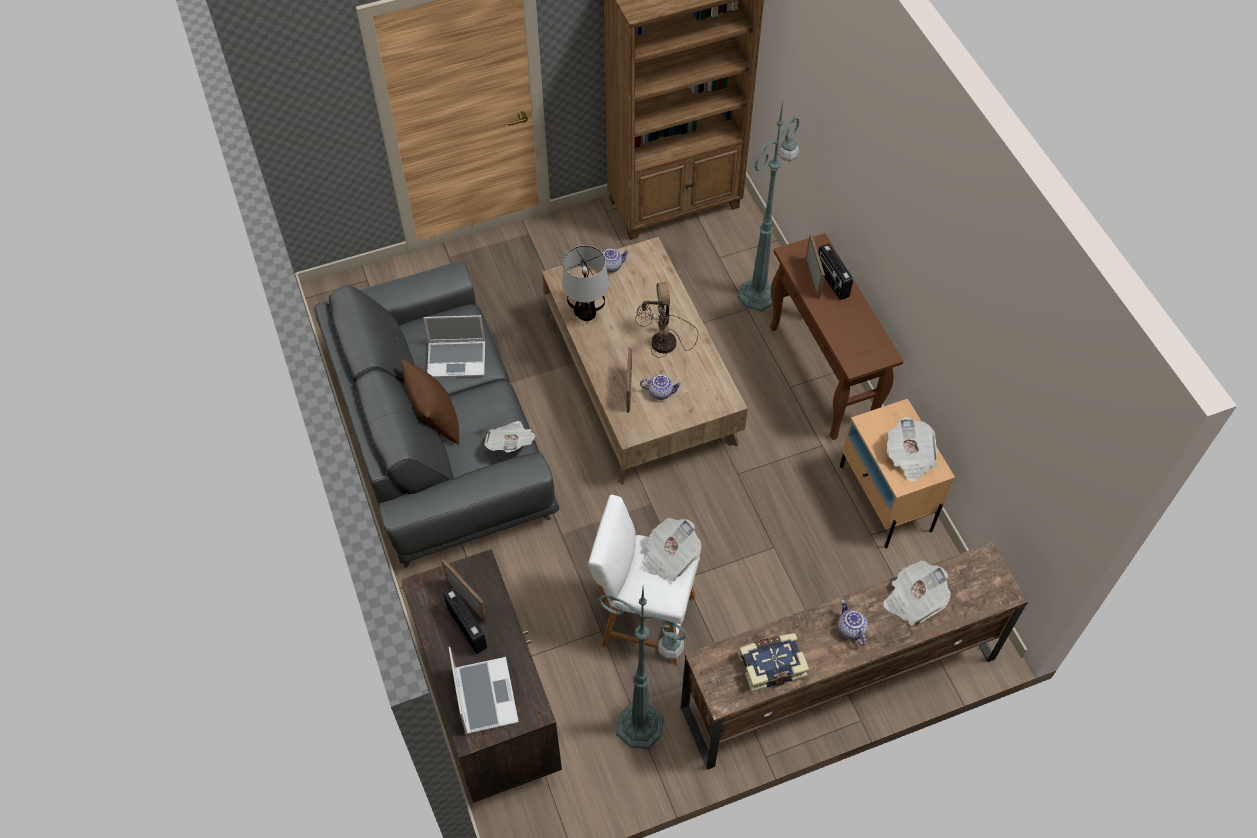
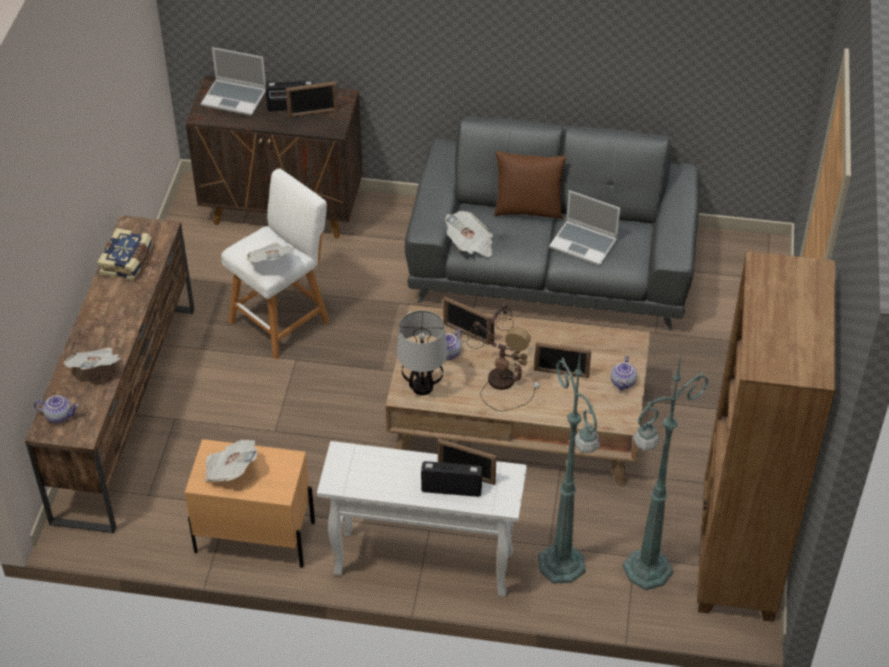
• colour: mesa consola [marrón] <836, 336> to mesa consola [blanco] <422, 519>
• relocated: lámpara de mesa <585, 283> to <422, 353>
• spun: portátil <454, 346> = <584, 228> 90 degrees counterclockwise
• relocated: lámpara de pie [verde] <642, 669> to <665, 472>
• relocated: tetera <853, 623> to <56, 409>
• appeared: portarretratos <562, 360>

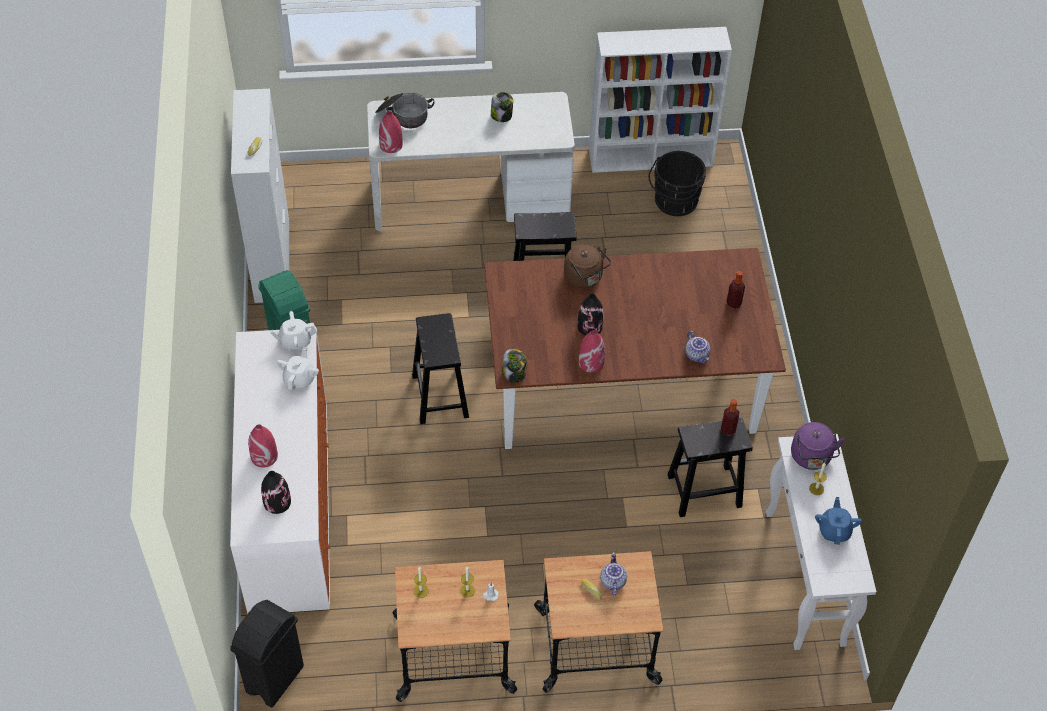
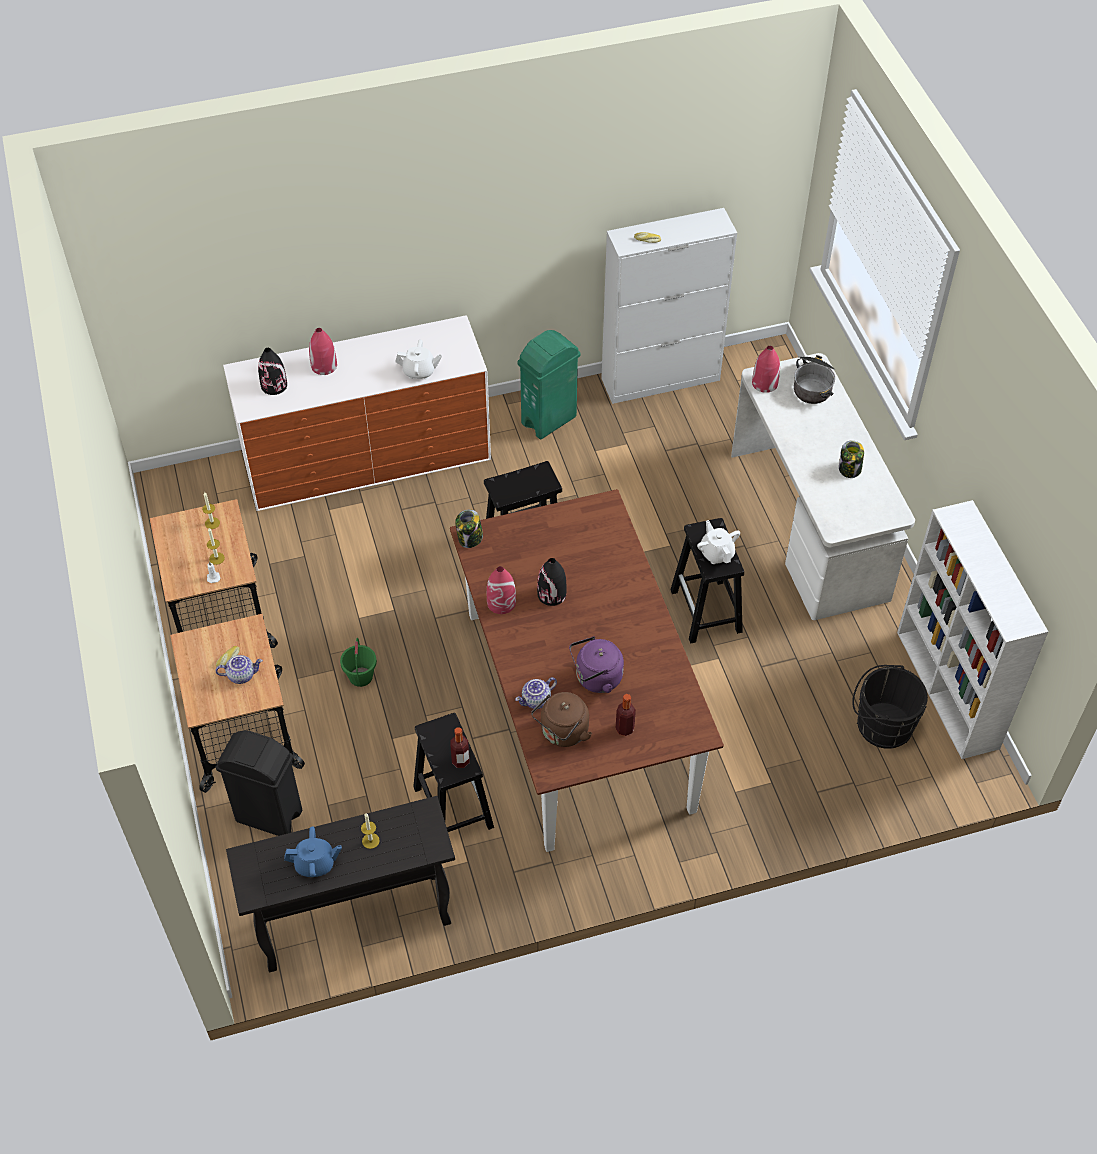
• relocated: hervidor [marrón] <587, 266> to <561, 719>
• relocated: tetera [blanco] <293, 331> to <718, 542>
• relocated: hervidor [morado] <818, 446> to <596, 664>
• colour: mesa consola [blanco] <821, 542> to mesa consola [negro] <340, 884>
• relocated: papelera [negro] <267, 654> to <259, 783>
• appeared: cubo [verde] <358, 662>

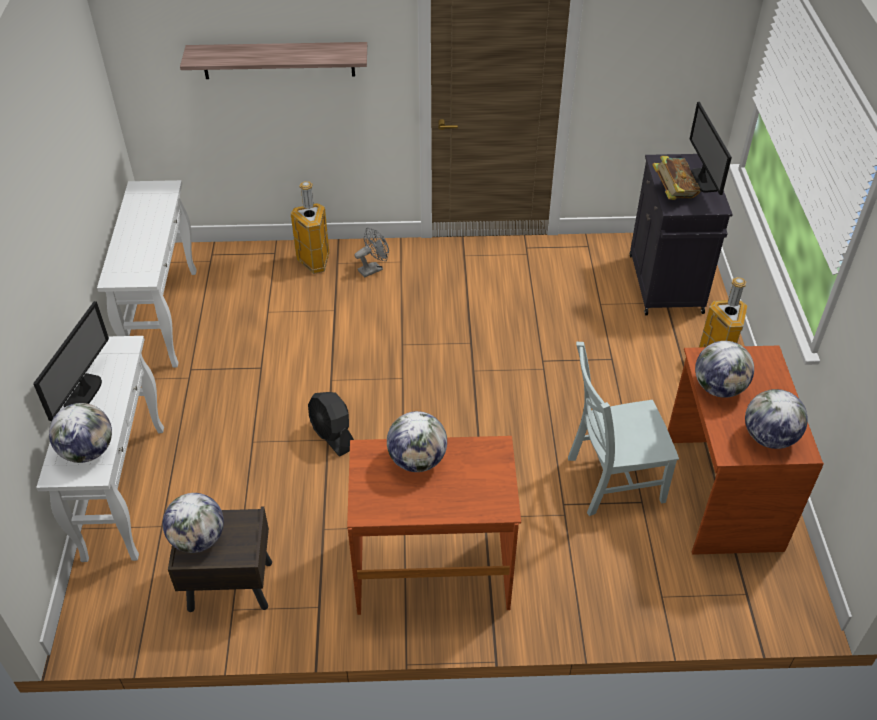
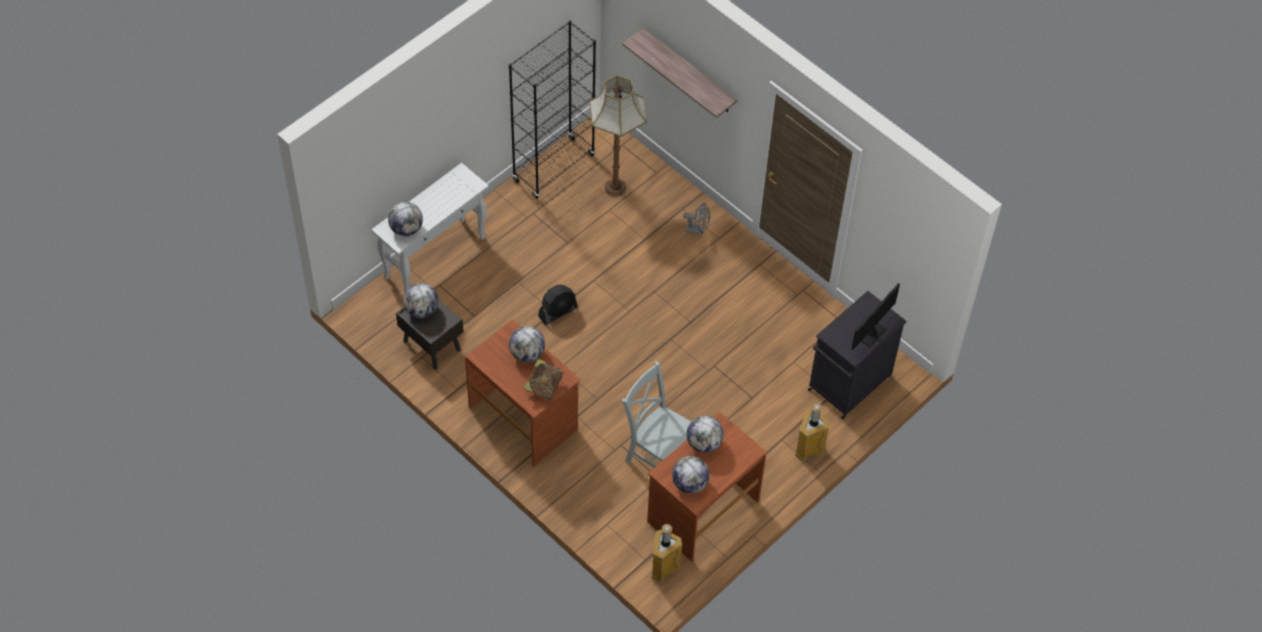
• relocated: libro <676, 178> to <543, 379>
• exchanged: mesa consola [blanco] <147, 274> to estantería [negro] <552, 109>
• relocated: papelera <309, 227> to <666, 553>
• missing: monitor <71, 361>
• spun: ventilador [negro] <331, 424> = <558, 305> 135 degrees counterclockwise
• appeared: lámpara de pie <618, 136>

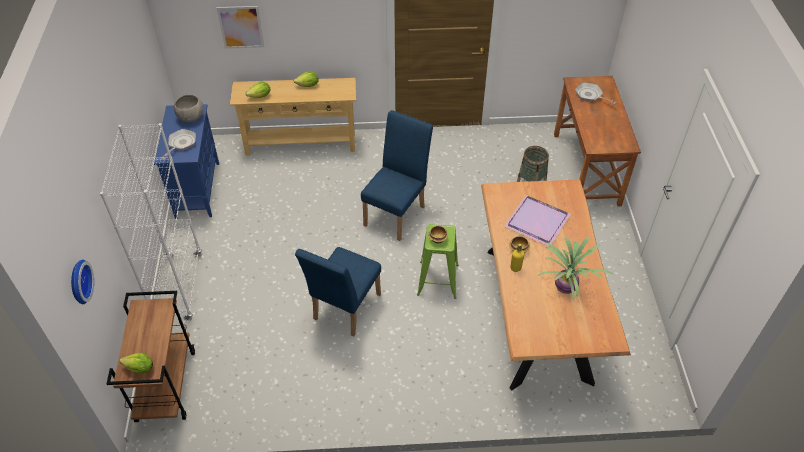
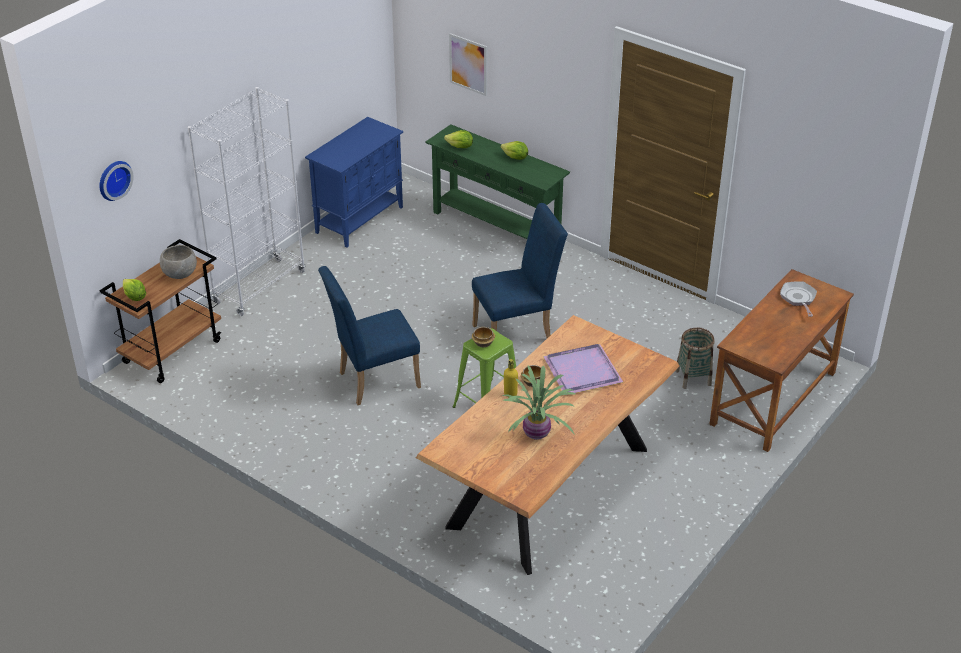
• colour: mesa consola [beis] <293, 117> to mesa consola [verde] <498, 181>
• relocated: cuenco [gris] <188, 108> to <178, 262>
• missing: sartén <178, 144>

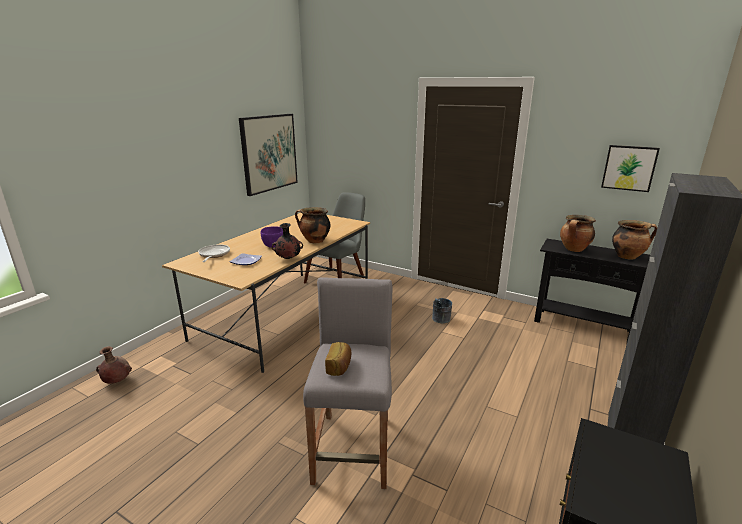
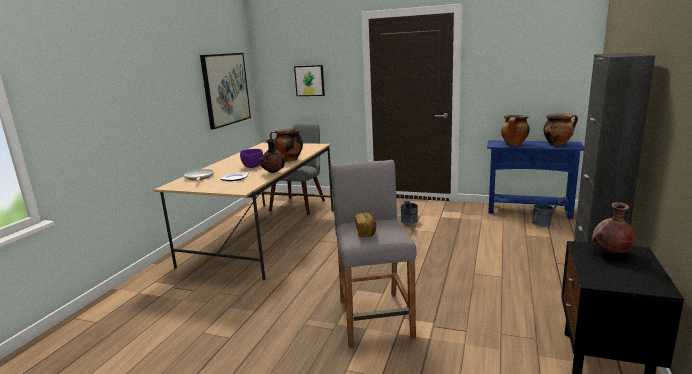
• relocated: cuadro <630, 168> to <309, 80>
• colour: mesa consola [negro] <592, 290> to mesa consola [azul] <535, 179>
• relocated: florero [marrón] <114, 365> to <613, 228>
• appeared: cubo [gris] <549, 211>

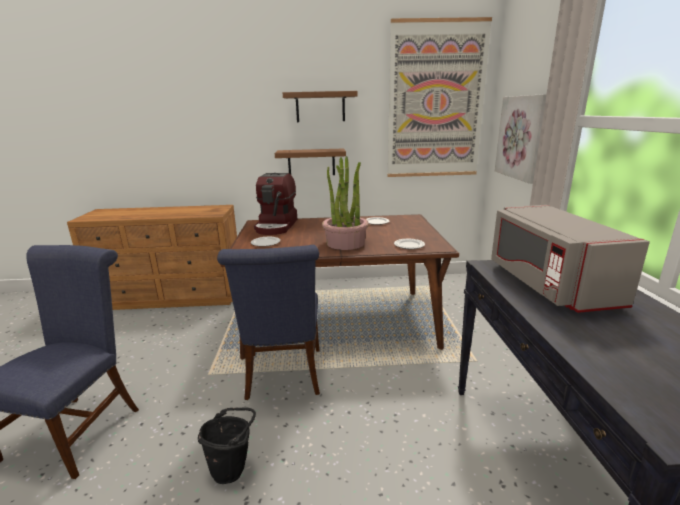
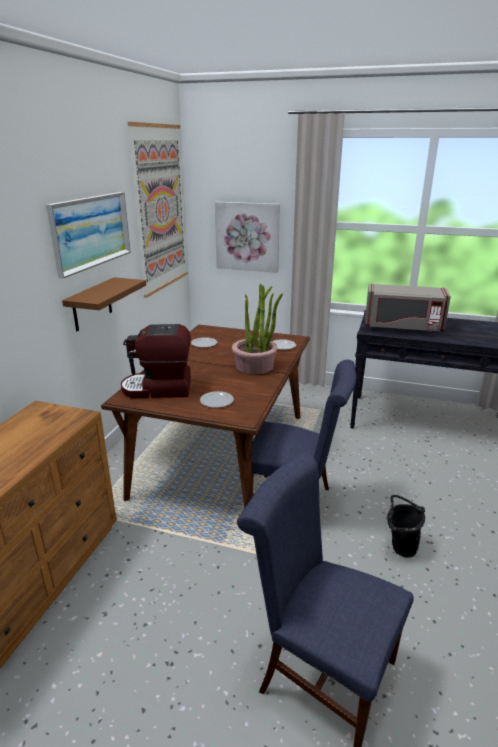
• exchanged: estante [marrón] <320, 106> to cuadro <88, 235>
• spun: cafetera <275, 204> = <156, 361> 150 degrees clockwise

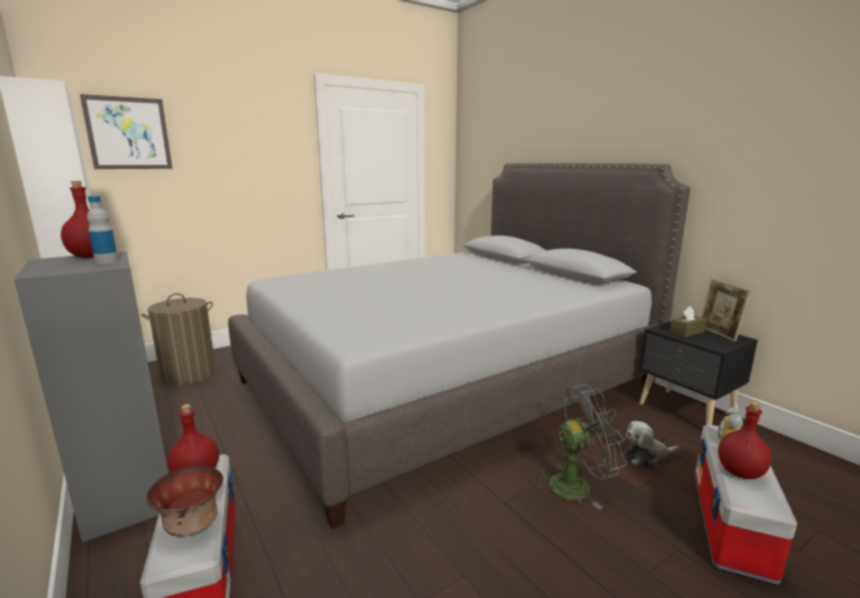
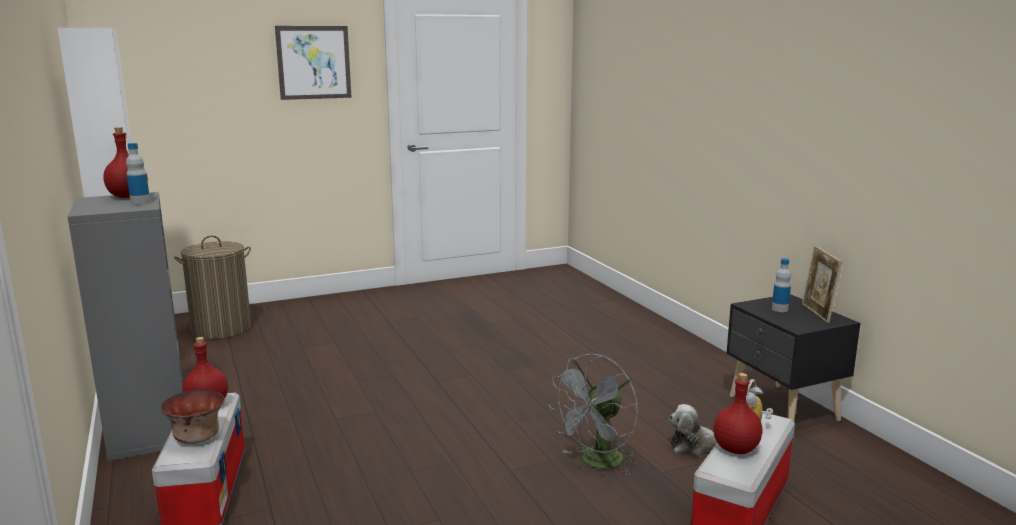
• relocated: cuadro <126, 131> to <313, 63>
• missing: cama [gris] <459, 346>
• exchanged: caja de pañuelos [marrón] <688, 321> to botella <781, 285>
• spun: ventilador [gris] <581, 447> = <593, 414> 135 degrees clockwise

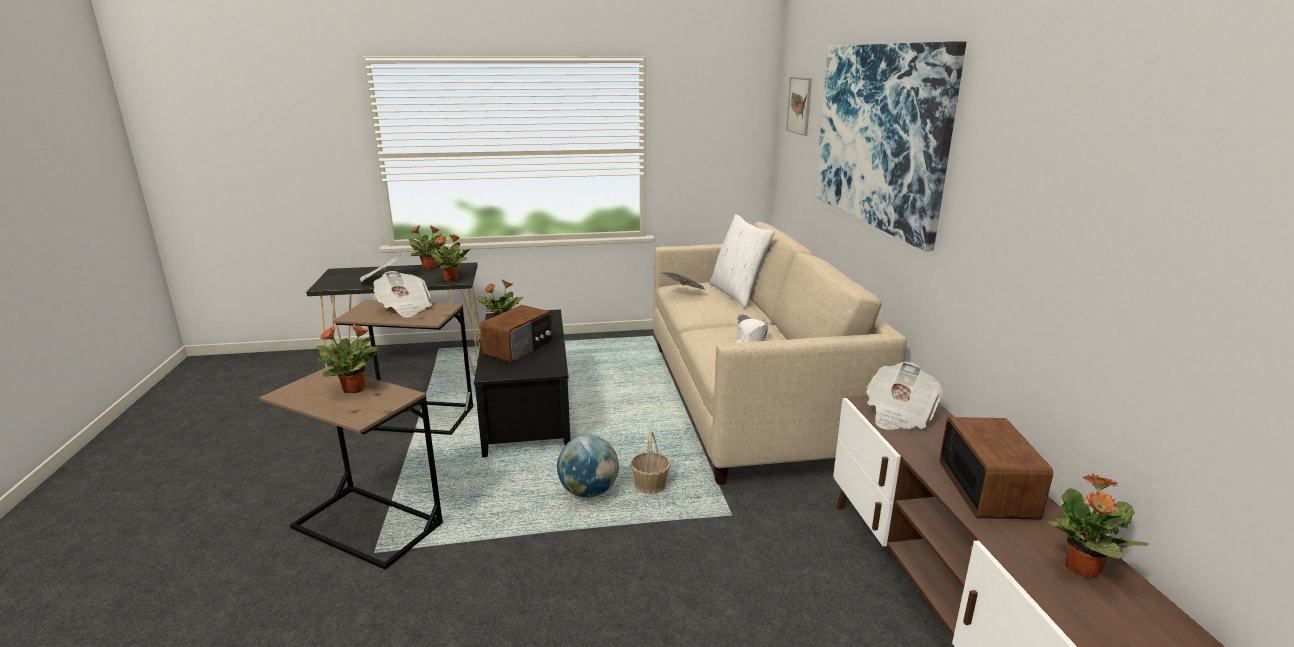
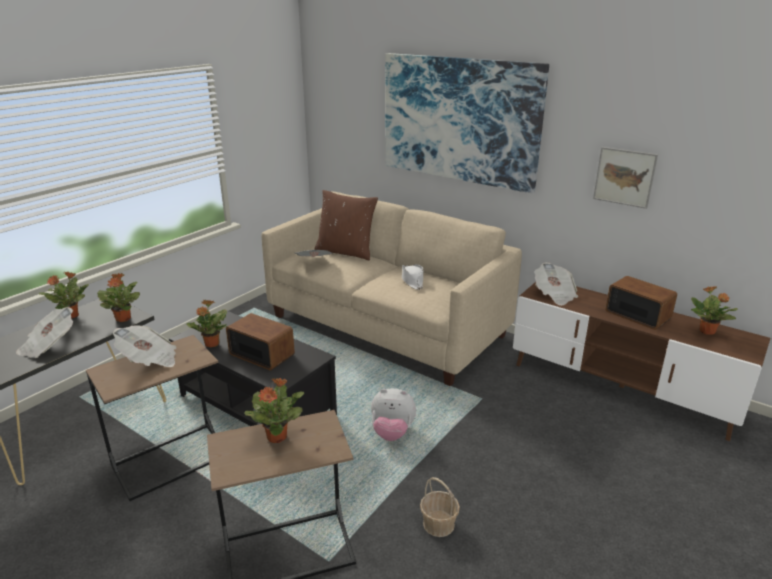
• relocated: cuadro <799, 106> to <625, 178>
• colour: cojín [blanco] <742, 261> to cojín [marrón] <346, 225>
• spun: radio <516, 334> = <260, 341> 45 degrees counterclockwise
• relocated: cesta <650, 462> to <440, 507>
• exchanged: globo terráqueo <588, 466> to peluche <393, 414>

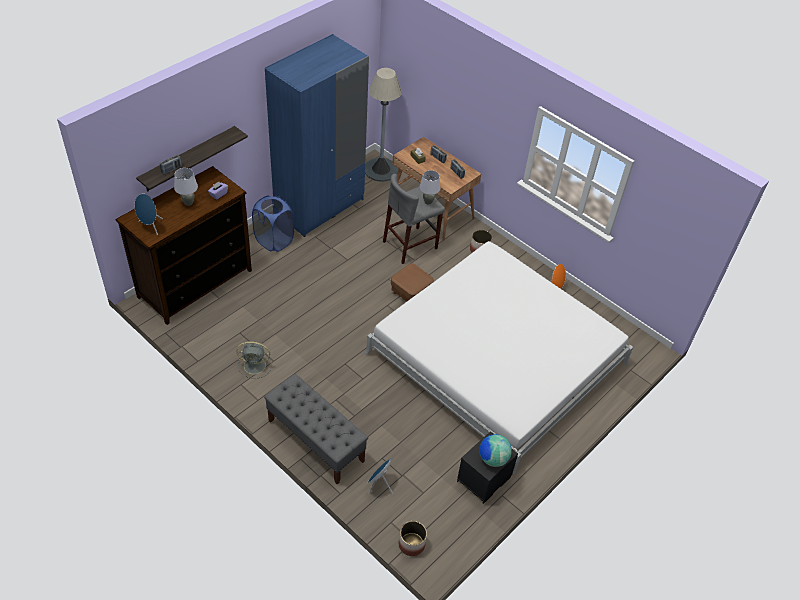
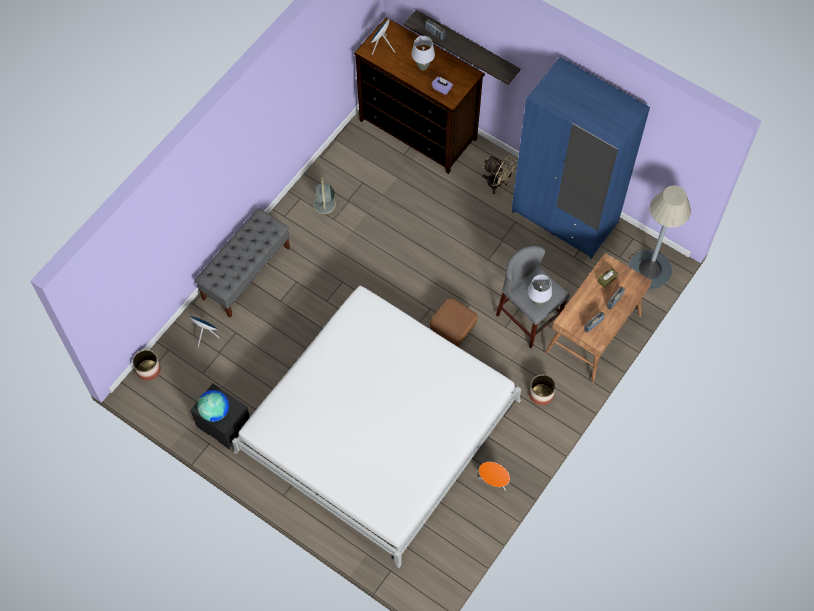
• exchanged: cesto de la ropa [azul] <273, 224> to ventilador [beis] <500, 174>

